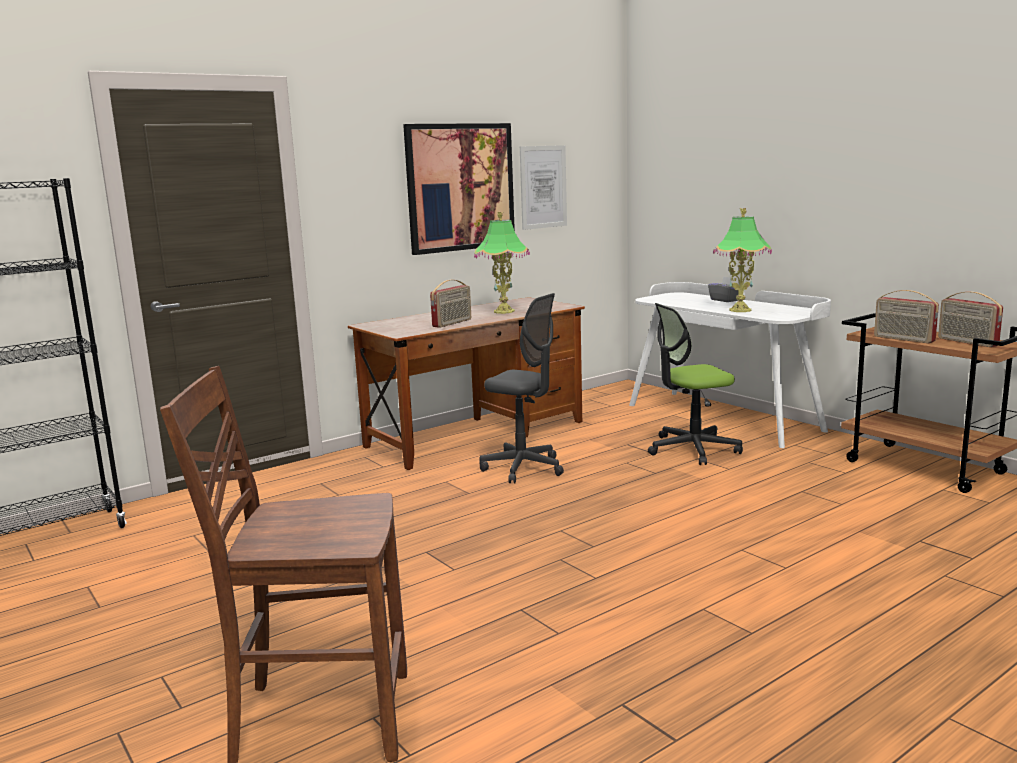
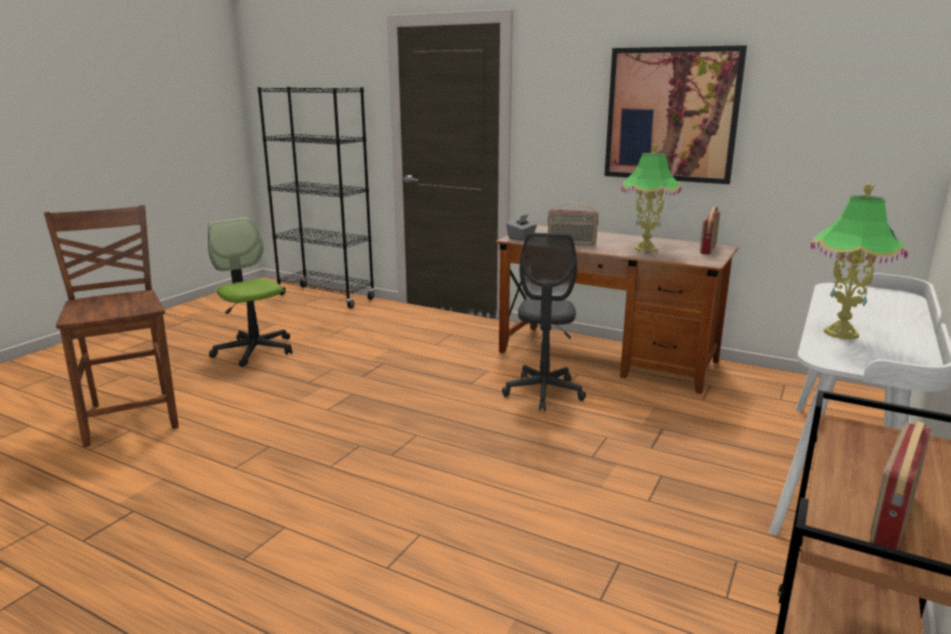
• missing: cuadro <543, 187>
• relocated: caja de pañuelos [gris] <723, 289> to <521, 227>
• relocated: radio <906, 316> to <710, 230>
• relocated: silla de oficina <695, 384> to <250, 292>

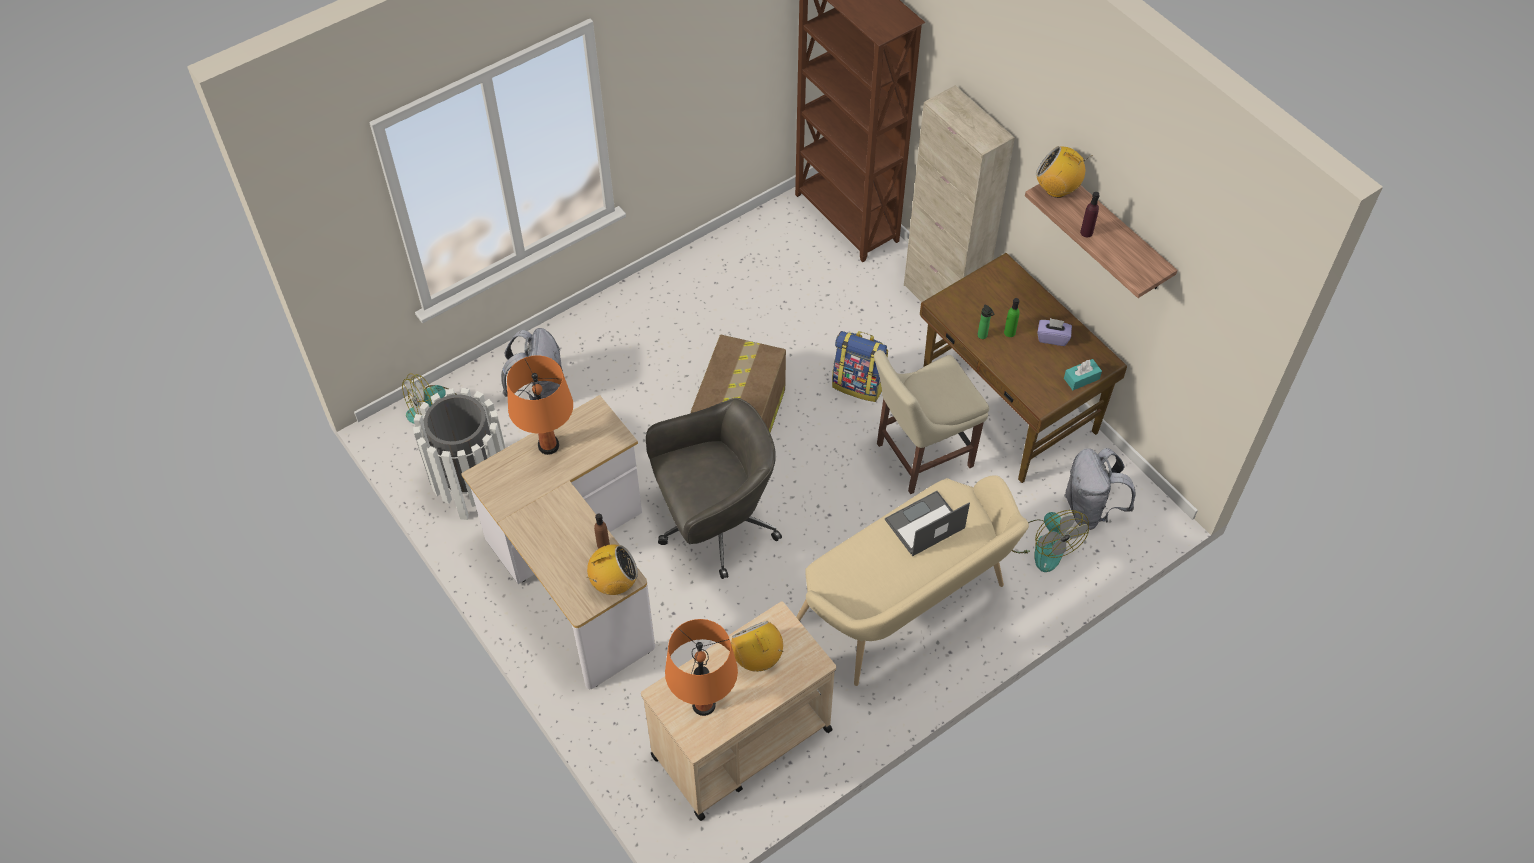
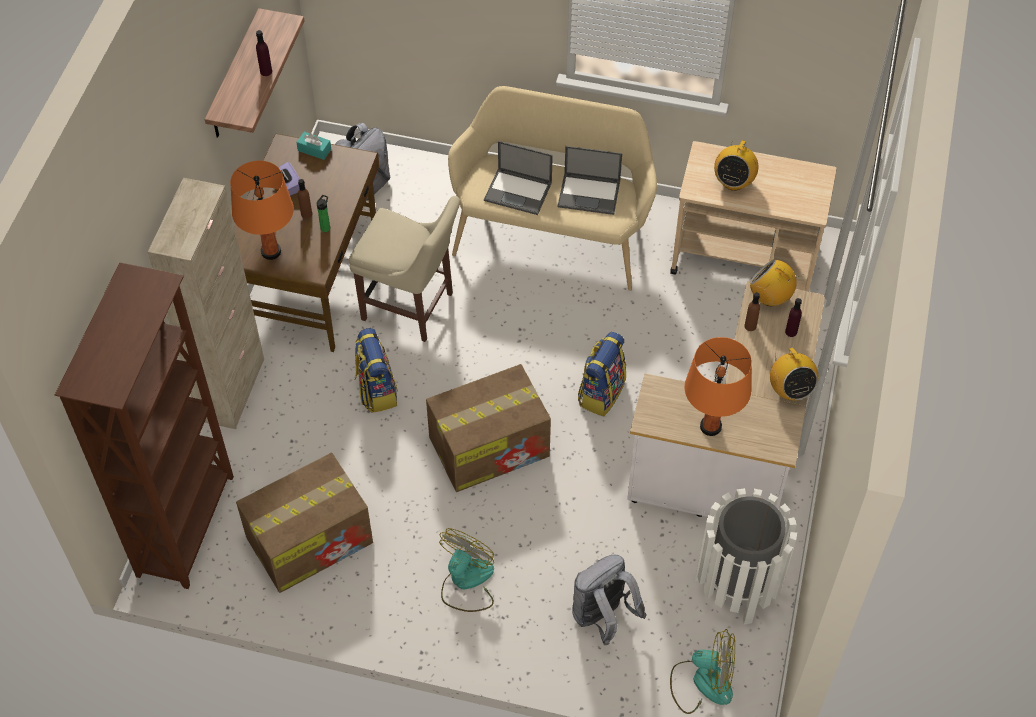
• relocated: radio <1064, 172> to <794, 374>
• colour: botella [verde] <1012, 317> to botella [marrón] <305, 199>
• exchanged: silla de oficina [gris] <714, 488> to mochila <602, 374>
• relocated: ventilador <1050, 541> to <466, 570>
• relocated: lámpara de mesa [naranja] <701, 667> to <262, 210>
• appeared: portátil <590, 180>
• appeared: botella [morado] <793, 317>
• appeared: caja de cartón <304, 523>

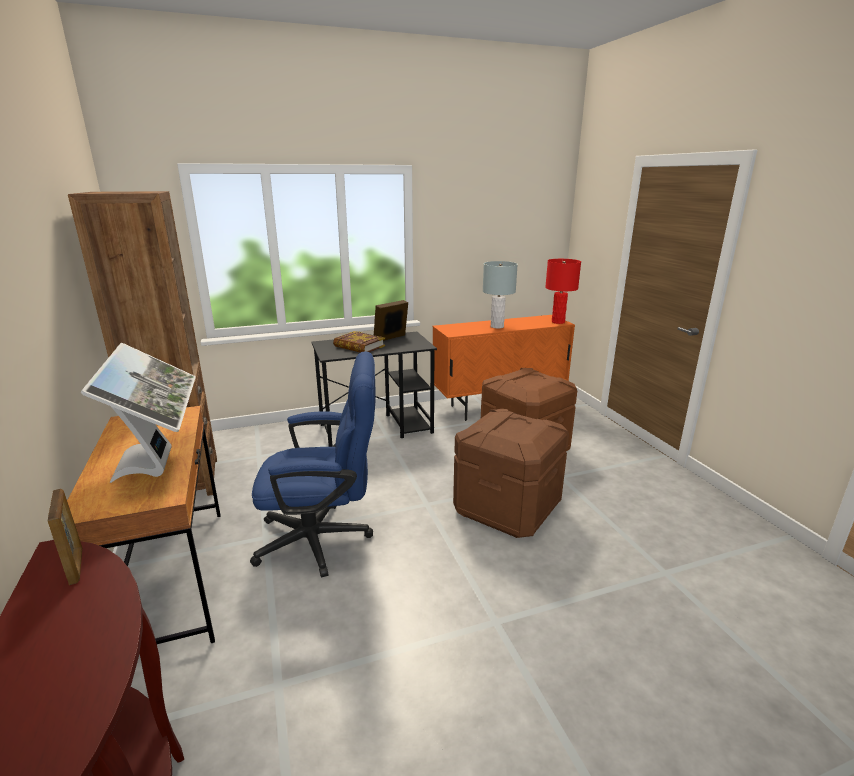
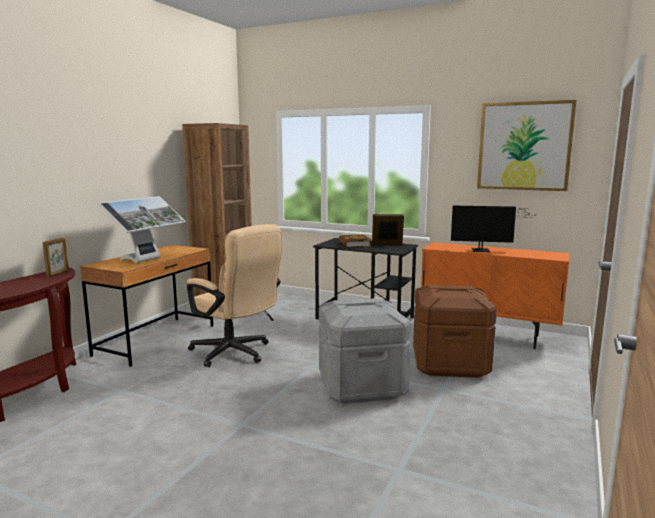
• missing: lámpara de mesa [rojo] <563, 291>
• exchanged: lámpara de mesa [gris] <500, 294> to monitor <492, 229>
• colour: silla de oficina [azul] <313, 465> to silla de oficina [beis] <234, 295>
• colour: caja de almacenaje [marrón] <511, 473> to caja de almacenaje [gris] <365, 351>
• appeared: cuadro <527, 145>

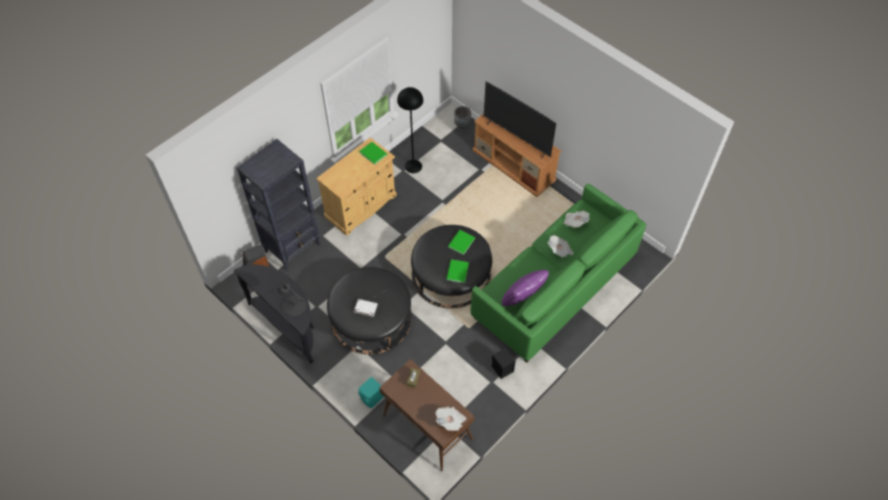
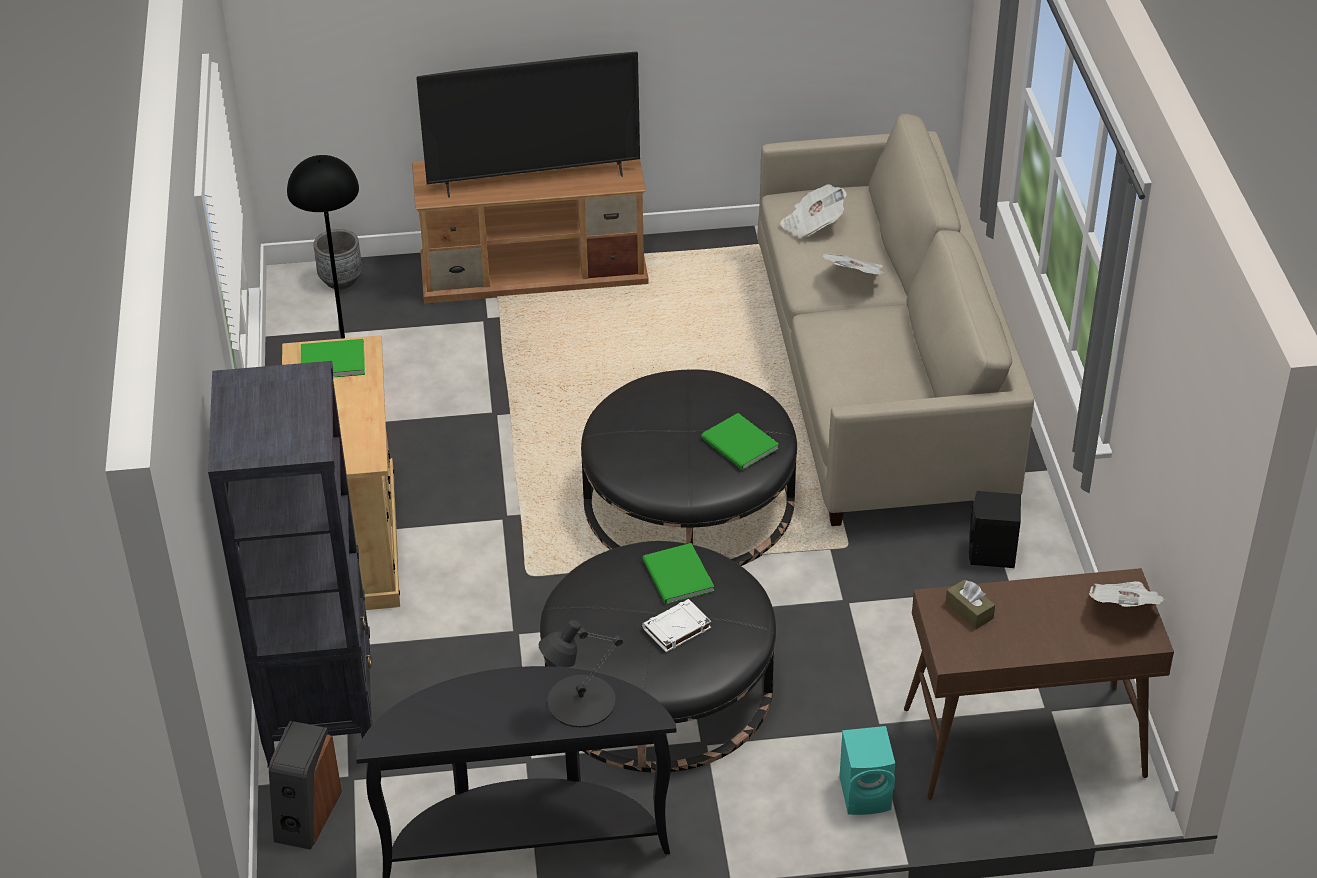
• colour: sofá [verde] <558, 273> to sofá [beis] <895, 320>
• relocated: libro [verde] <461, 242> to <678, 573>
• missing: cojín [morado] <525, 288>

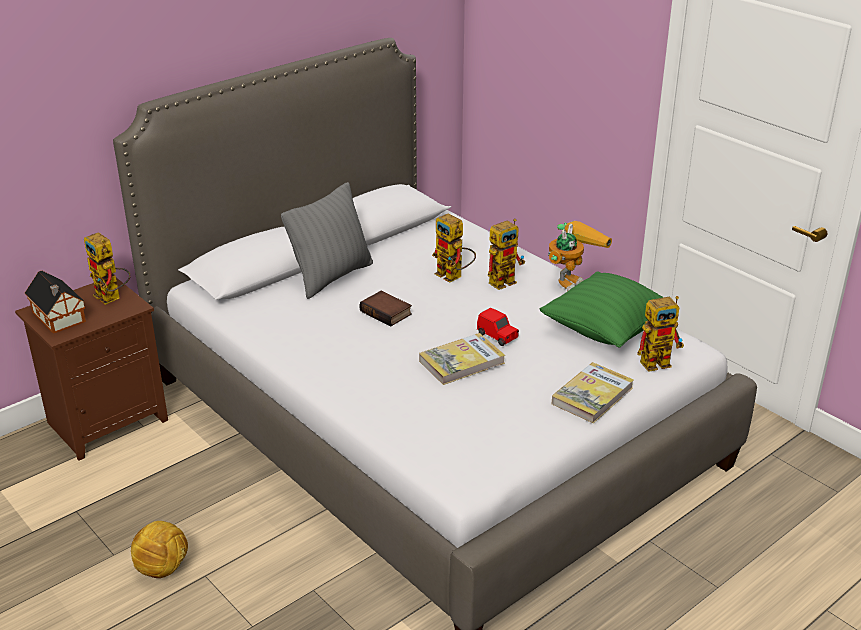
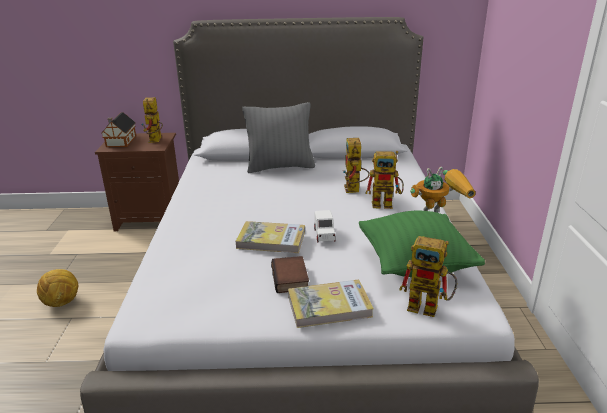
• relocated: libro <385, 308> to <290, 274>
• colour: coche de juguete [rojo] <498, 327> to coche de juguete [blanco] <325, 226>

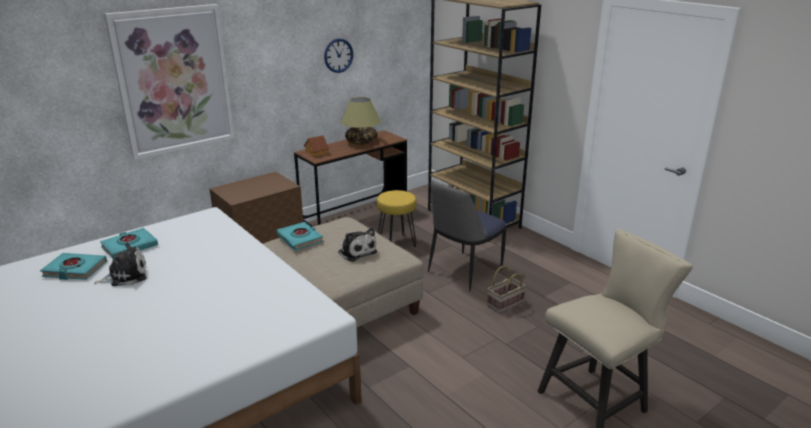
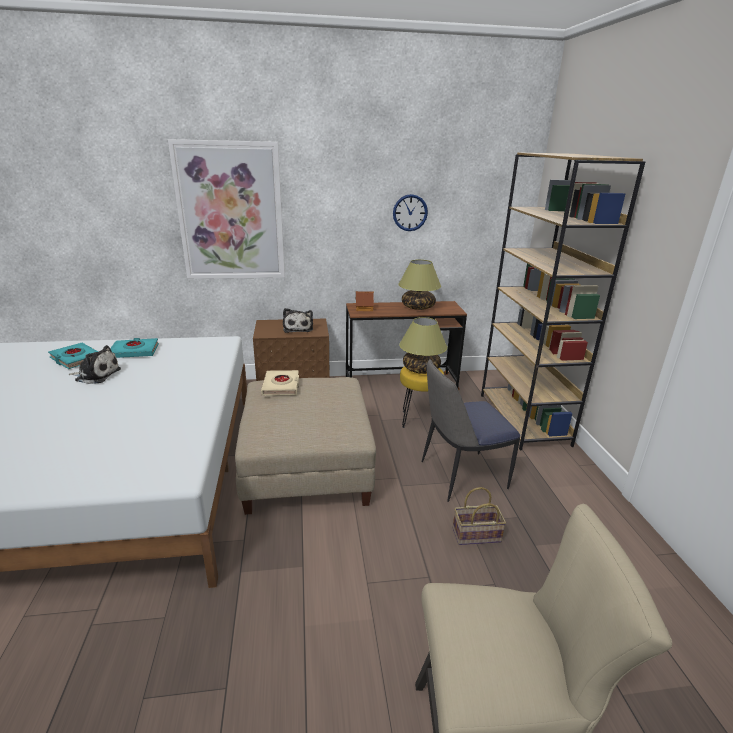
• colour: libro [turquesa] <299, 236> to libro [beis] <280, 383>
• relocated: peluche <357, 245> to <298, 320>
• appeared: lámpara de mesa <423, 345>

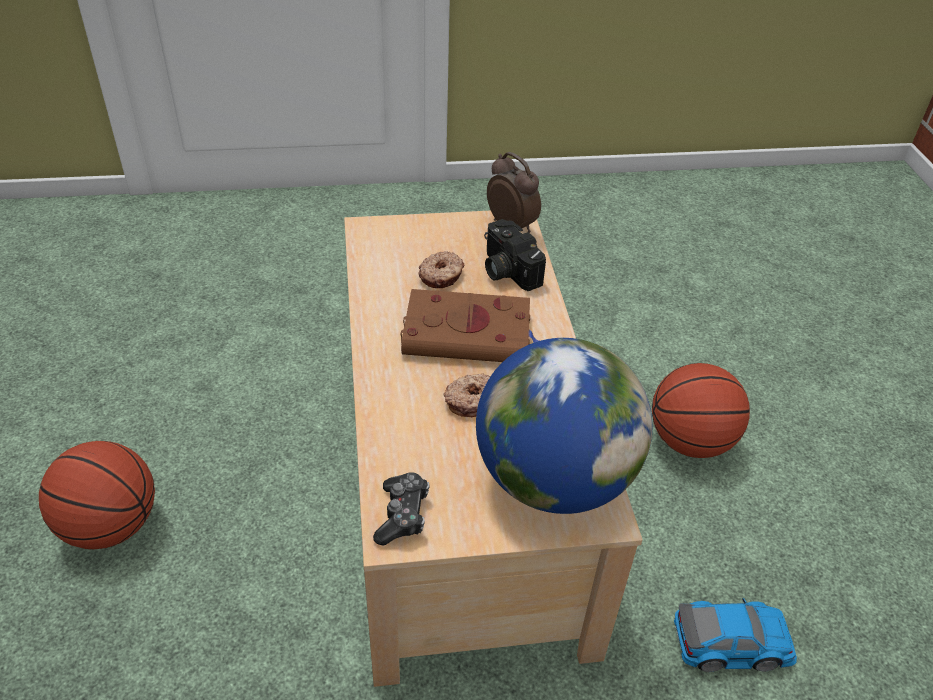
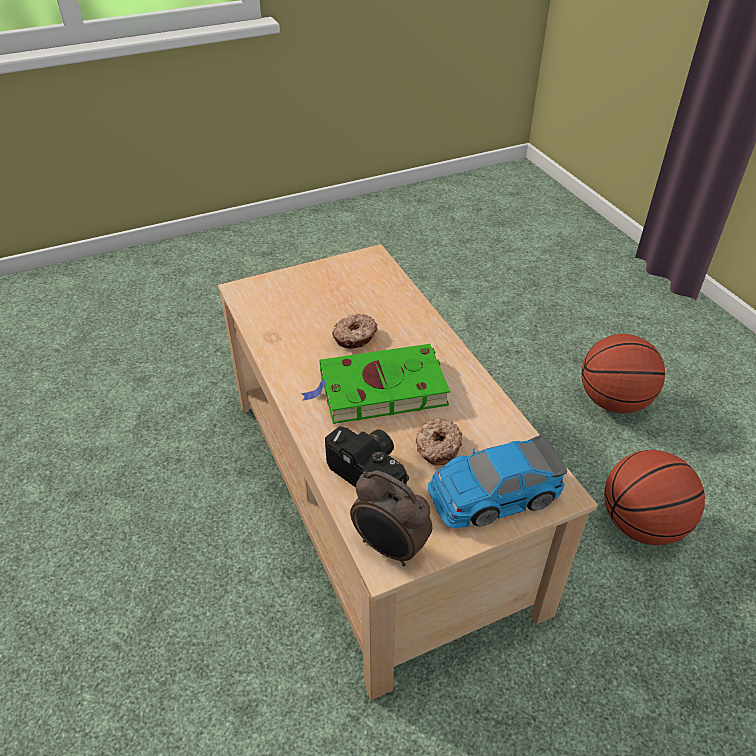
• colour: libro [marrón] <470, 325> to libro [verde] <375, 384>
• missing: globo terráqueo <564, 426>
• relocated: balón de baloncesto <701, 410> to <654, 497>
• missing: mando de consola <401, 508>
• relocated: coche de juguete <735, 635> to <497, 481>

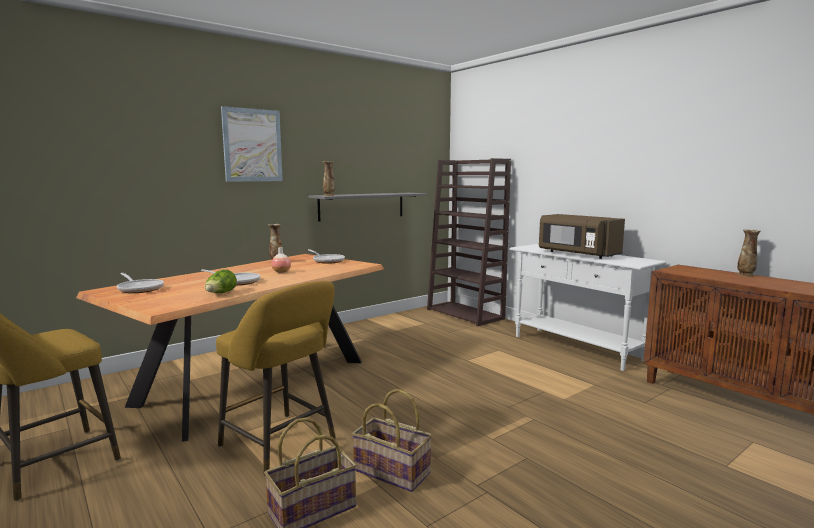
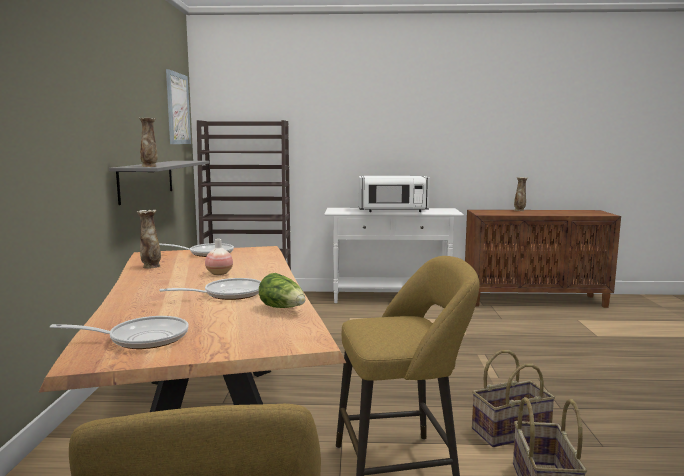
• relocated: cuadro <252, 144> to <178, 106>
• colour: microondas [marrón] <582, 236> to microondas [blanco] <394, 194>

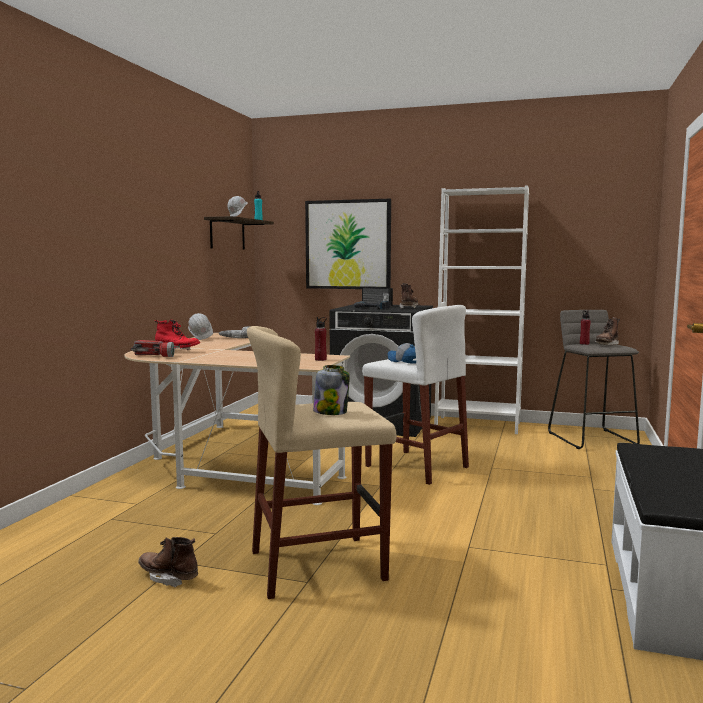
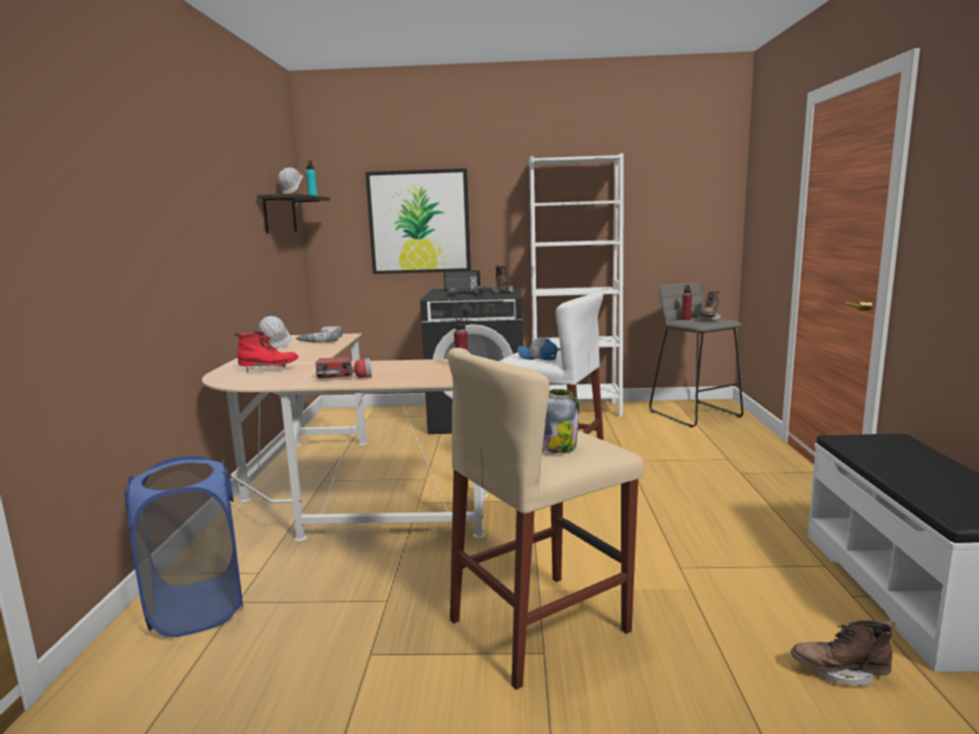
• relocated: linterna <152, 348> to <343, 368>
• relocated: bota [marrón] <168, 562> to <843, 653>
• appeared: cesto de la ropa [azul] <184, 546>

